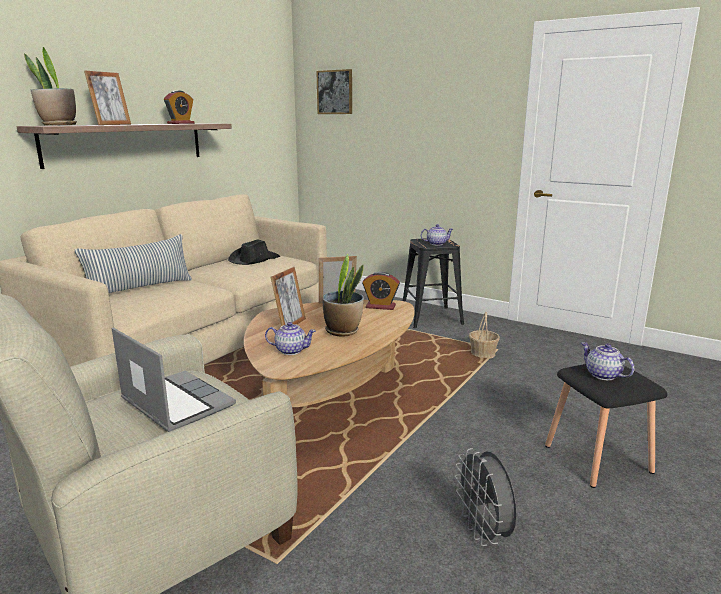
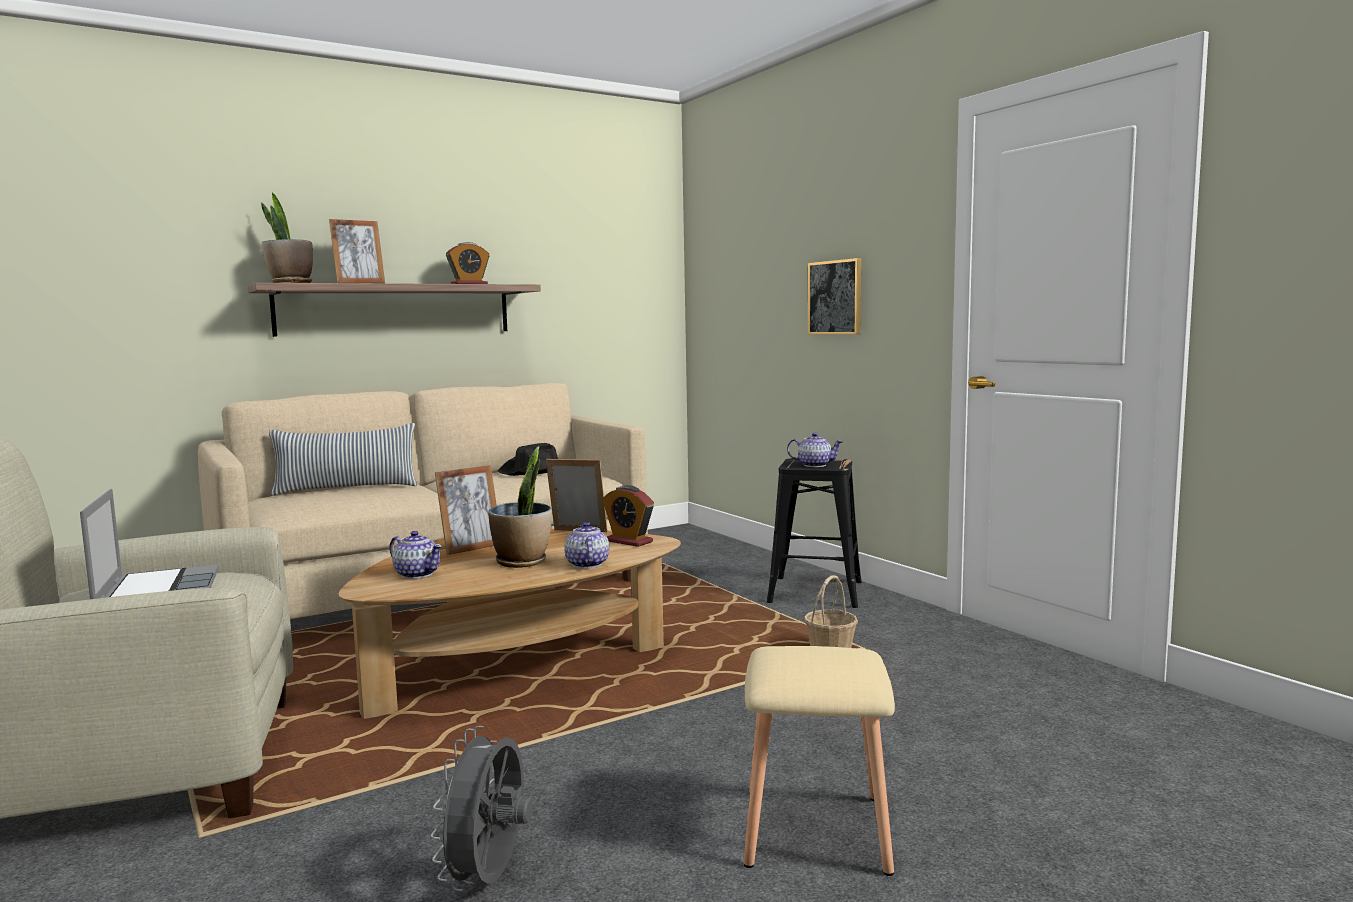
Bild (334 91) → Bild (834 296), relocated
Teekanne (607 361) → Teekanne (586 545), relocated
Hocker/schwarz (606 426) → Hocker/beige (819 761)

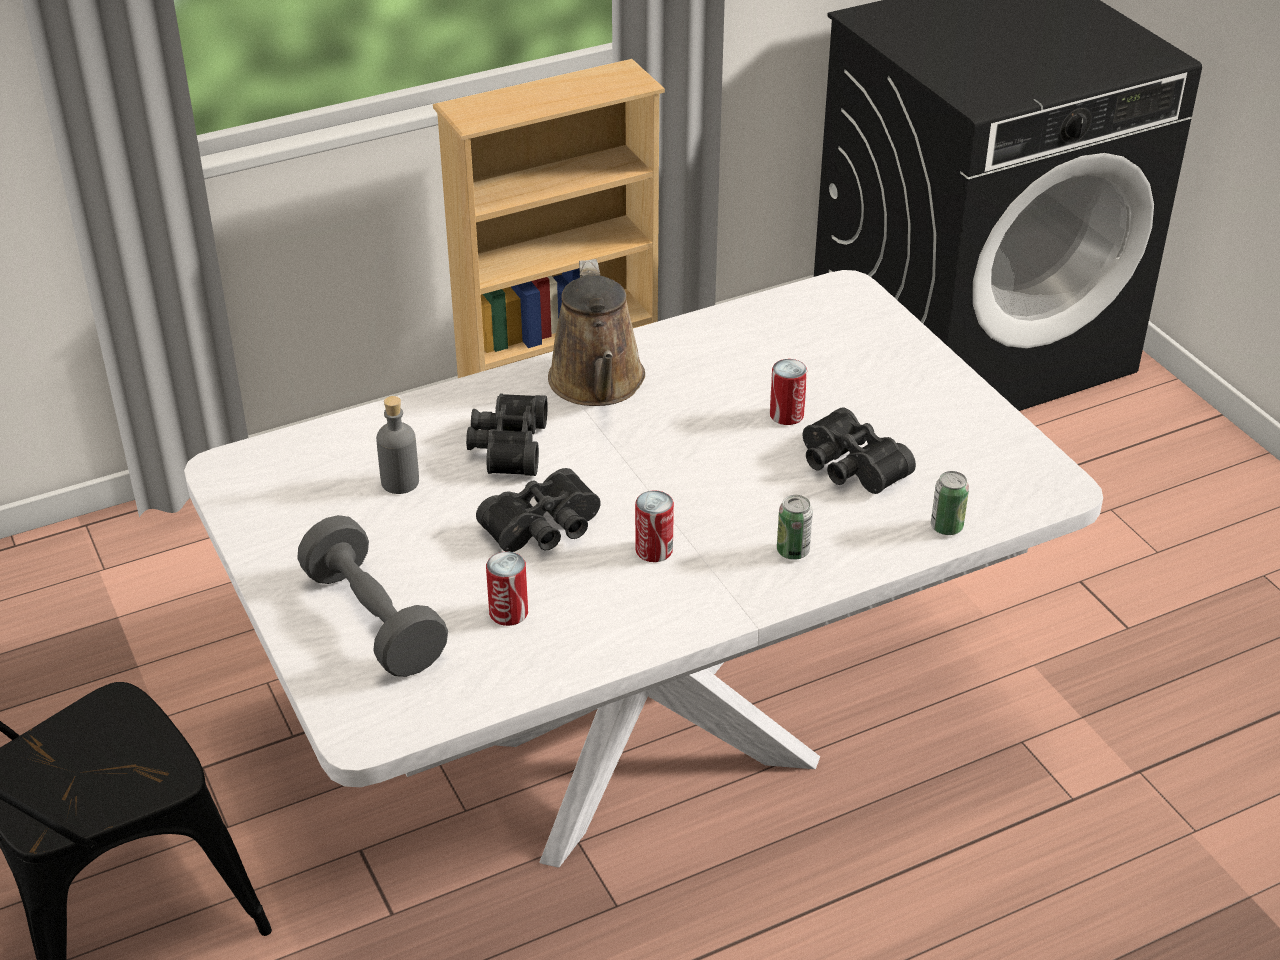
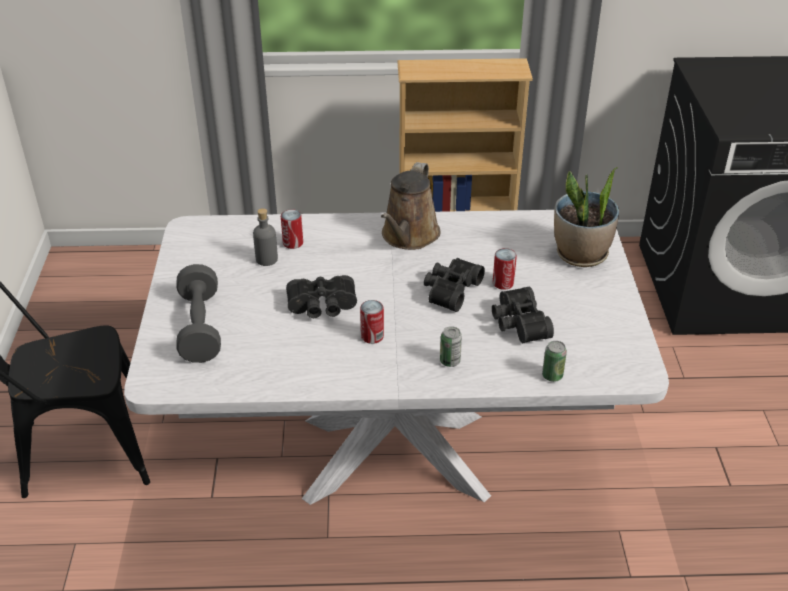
- → Topfpflanze (586 217)
Fernglas/schwarz (507 435) → Fernglas/schwarz (454 285), relocated
Dose (507 588) → Dose (292 229), relocated

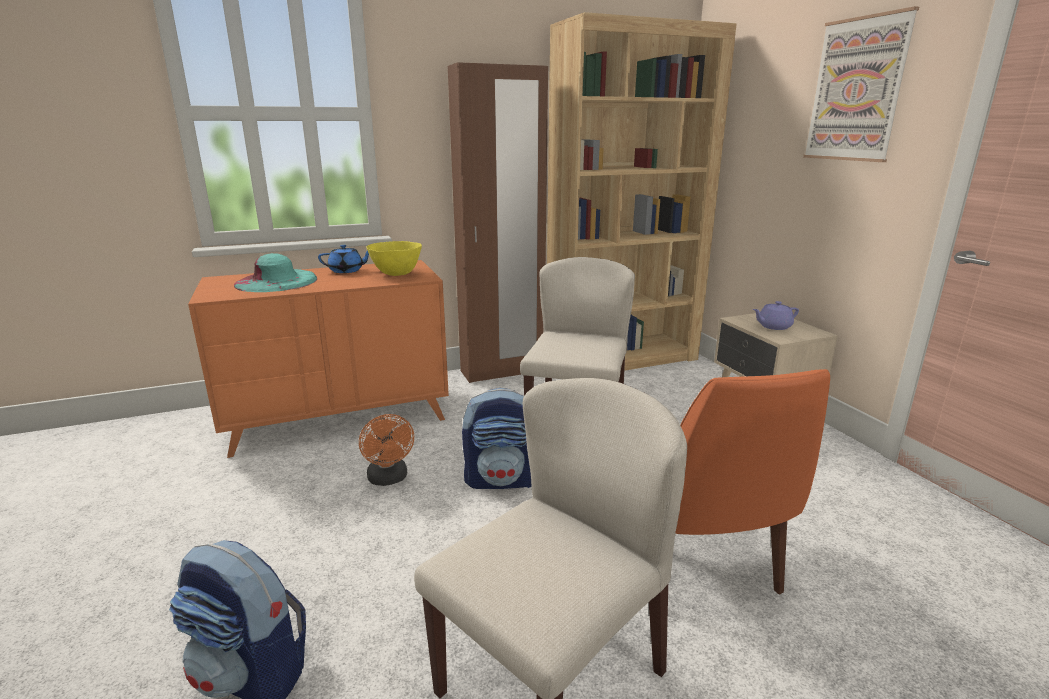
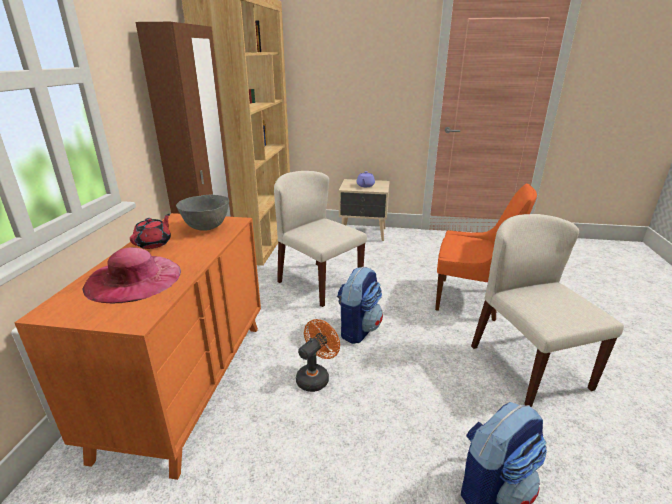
Bild (861 84) → -
Hut/türkis (275 272) → Hut/rosa (131 275)
Teekanne/blau (343 259) → Teekanne/rot (150 231)
Schüssel/gelb (394 258) → Schüssel/grau (202 213)
Ventilator/orange (386 450) → Ventilator/orange (318 355), 60 degrees counterclockwise

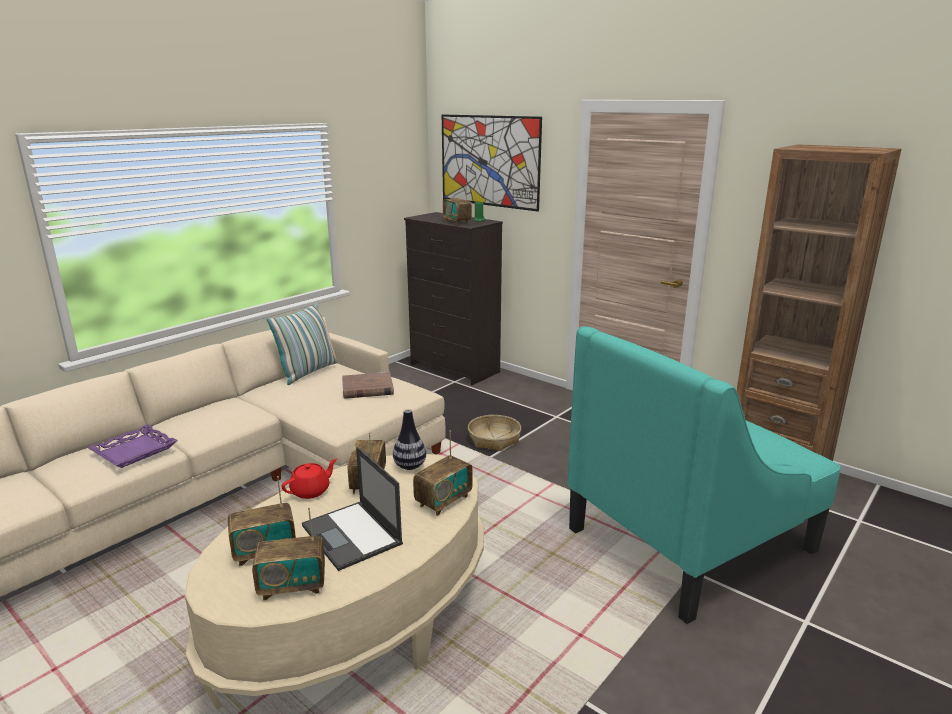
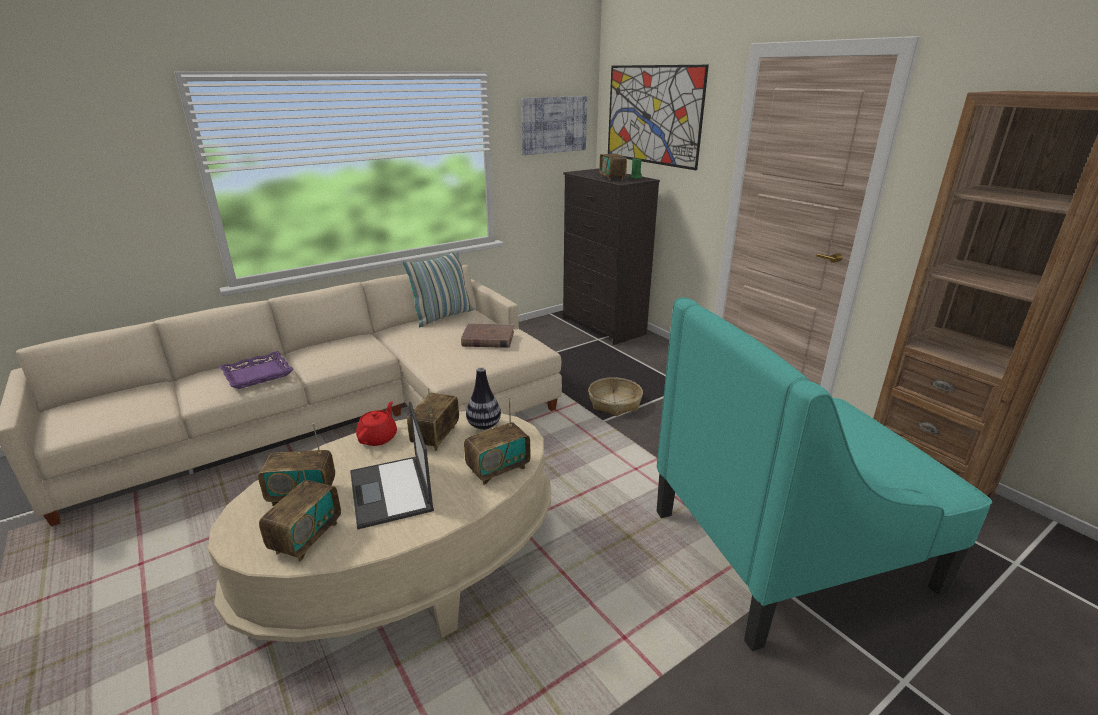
- → Bild (554 125)
Radio (288 553) → Radio (300 507), 75 degrees counterclockwise
Teekanne/rot (309 479) → Teekanne/rot (376 423), 45 degrees counterclockwise

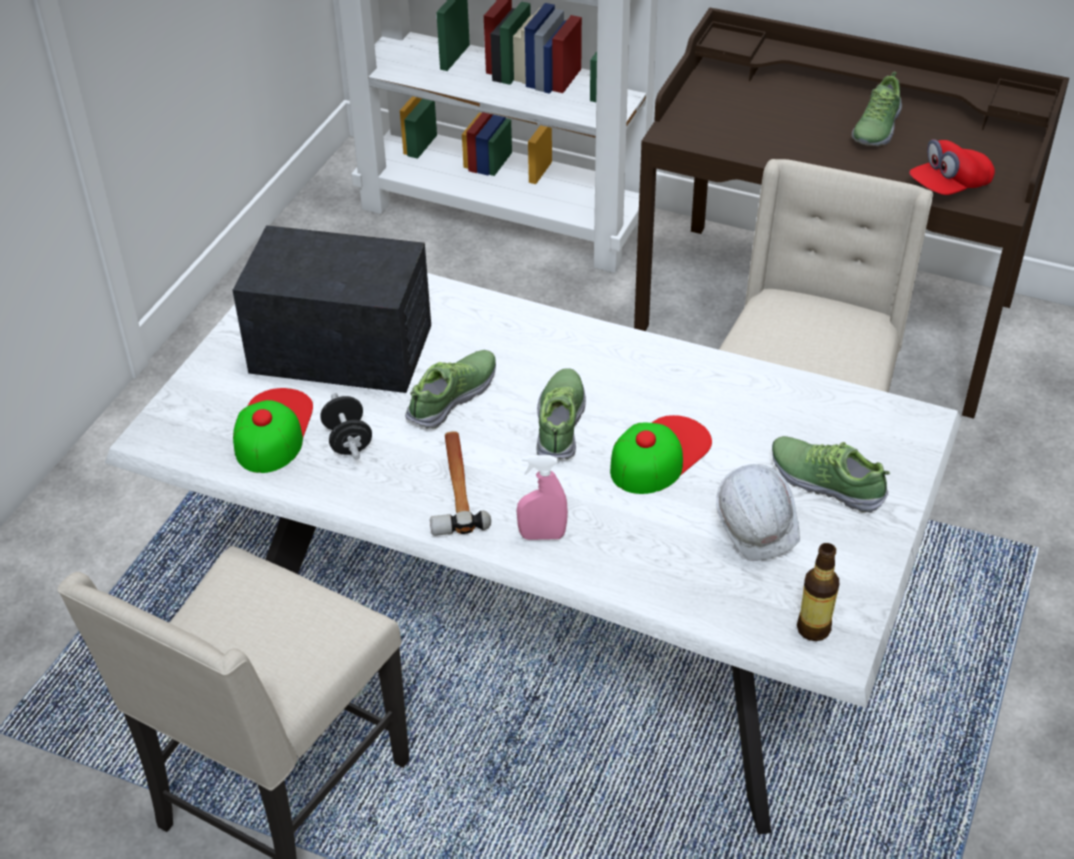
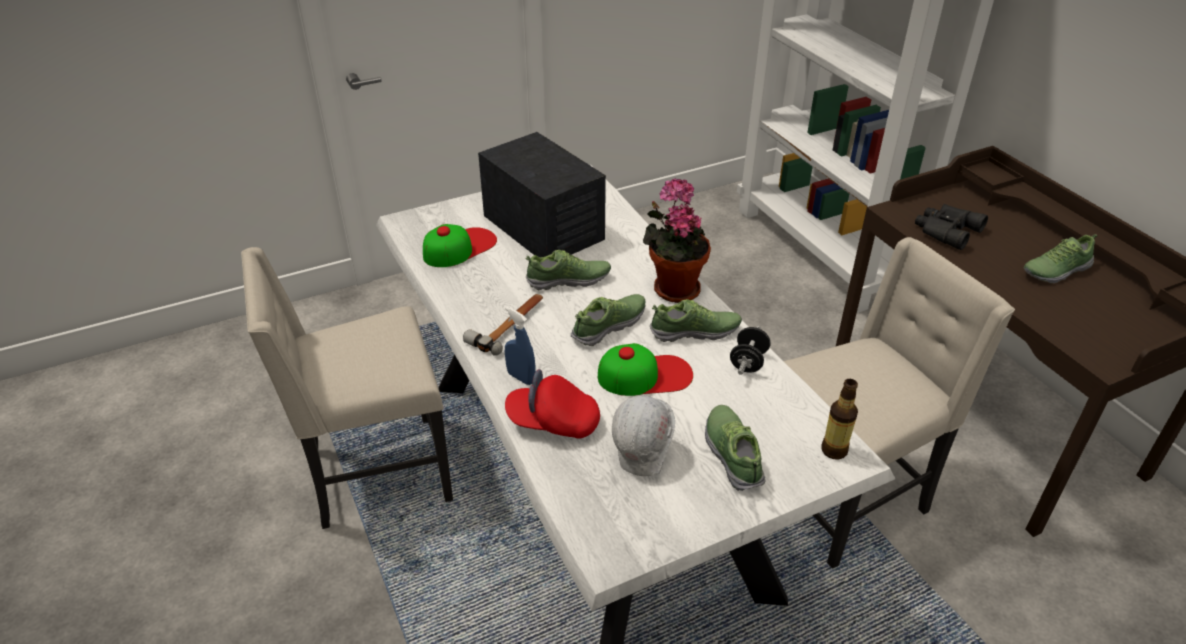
- → Topfpflanze (677 240)
- → Schuh (696 320)
- → Fernglas/schwarz (951 227)
Hantel/schwarz (346 426) → Hantel/schwarz (750 350), relocated
Flasche (818 592) → Flasche (840 419), relocated
Kappe/rot (952 167) → Kappe/rot (552 404), relocated
Sprühflasche/rosa (542 497) → Sprühflasche/blau (520 345)

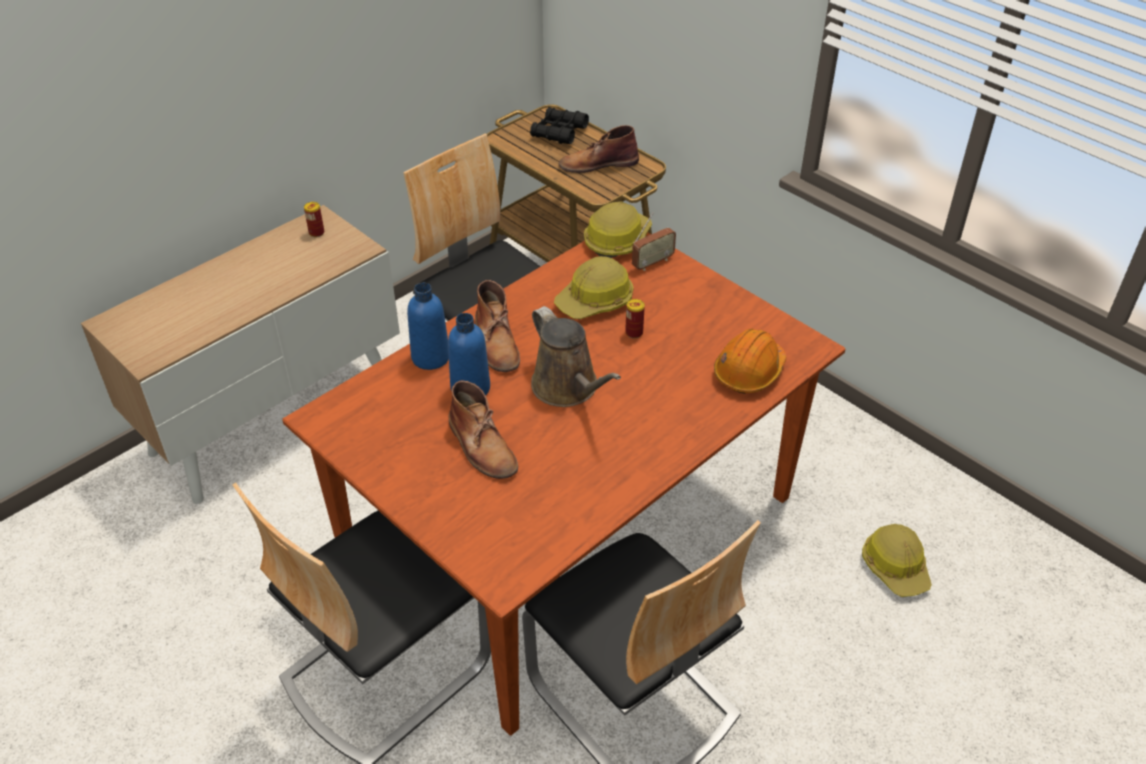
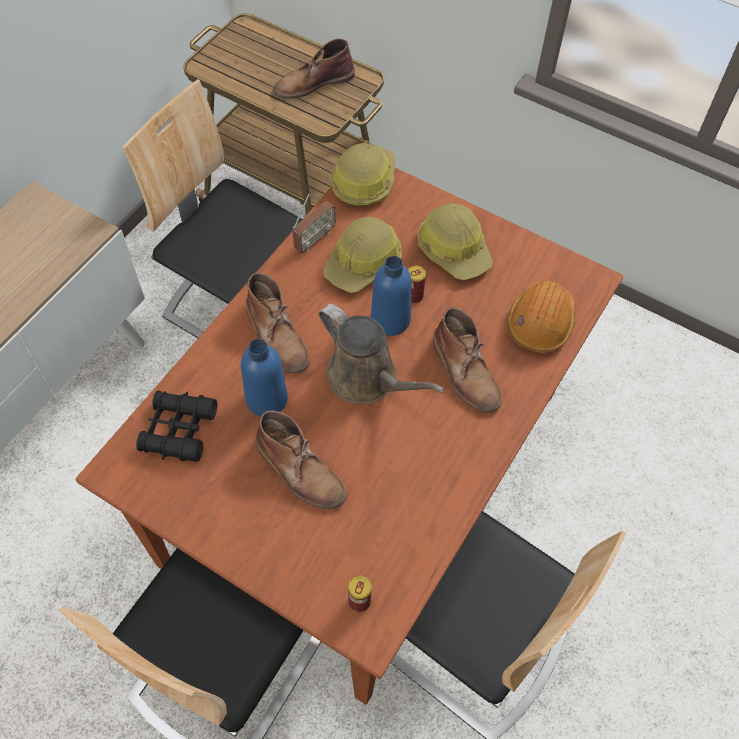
- → Stiefel/braun (467 359)
Dose (314 219) → Dose (360 594), relocated
Flasche/blau (428 326) → Flasche/blau (391 296), relocated
Fernglas/schwarz (559 125) → Fernglas/schwarz (176 426), relocated
Radio (654 241) → Radio (314 223), relocated
Schutzhelm (897 560) → Schutzhelm (455 241), relocated

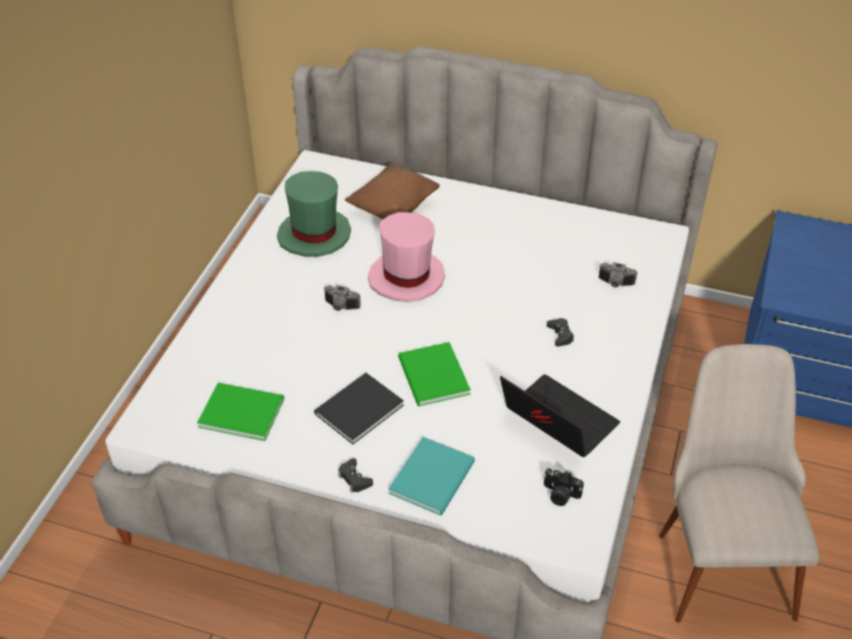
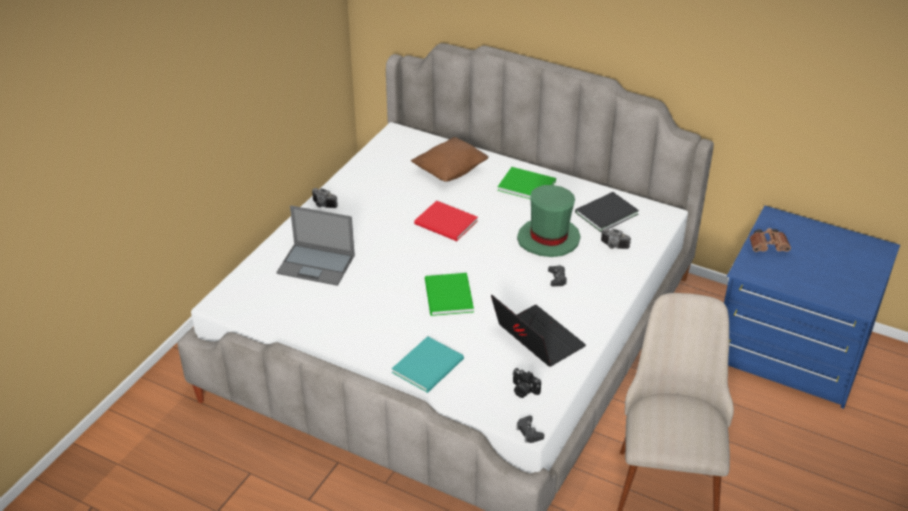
- → Laptop (315 245)
- → Fernglas/braun (770 240)
Buch/grün (240 412) → Buch/grün (526 183), relocated
Hut/grün (314 214) → Hut/grün (548 221), relocated
Buch/schwarz (359 408) → Buch/schwarz (607 212), relocated
Kamera (342 298) → Kamera (325 198), relocated
Gamepad/schwarz (355 475) → Gamepad/schwarz (530 429), relocated
Hut/rosa (406 257) → Buch/rot (446 221)

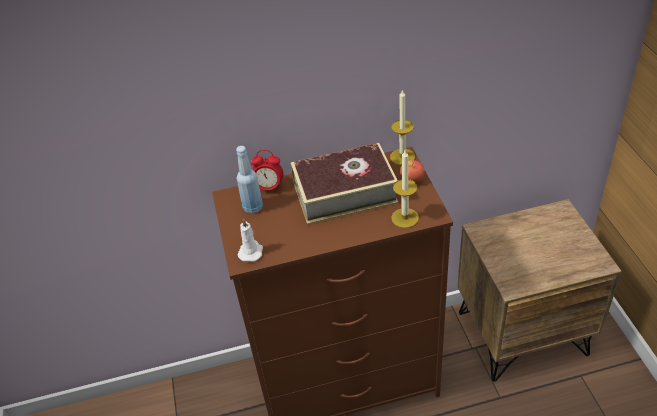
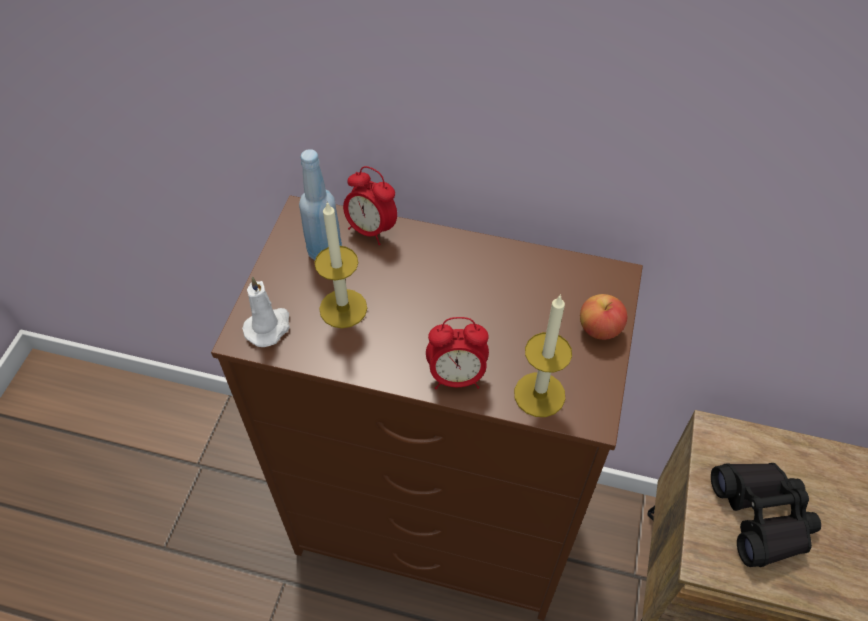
Buch (345 184) → -
- → Wecker (457 353)
- → Fernglas/schwarz (766 515)
Kerze (402 127) → Kerze (340 265), relocated

